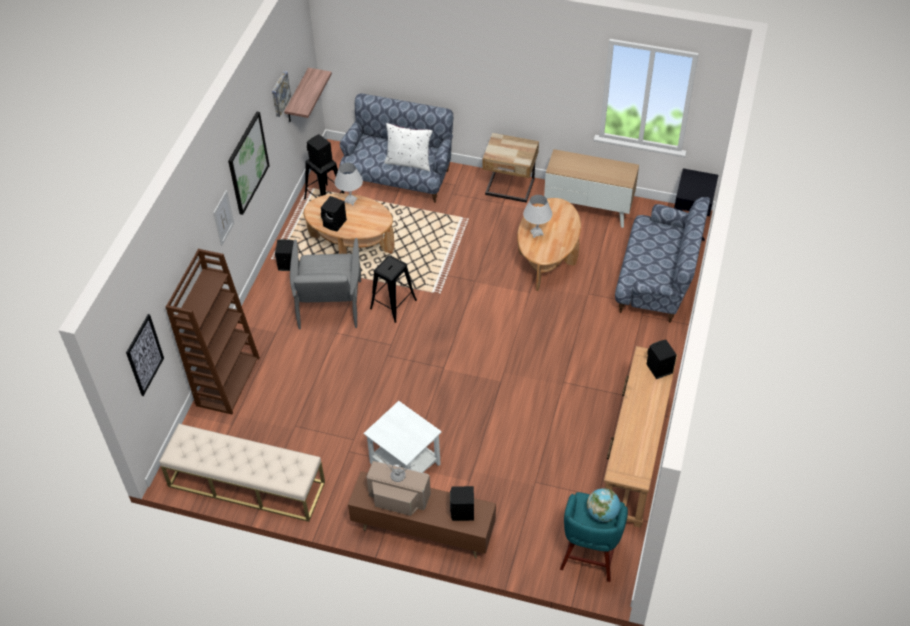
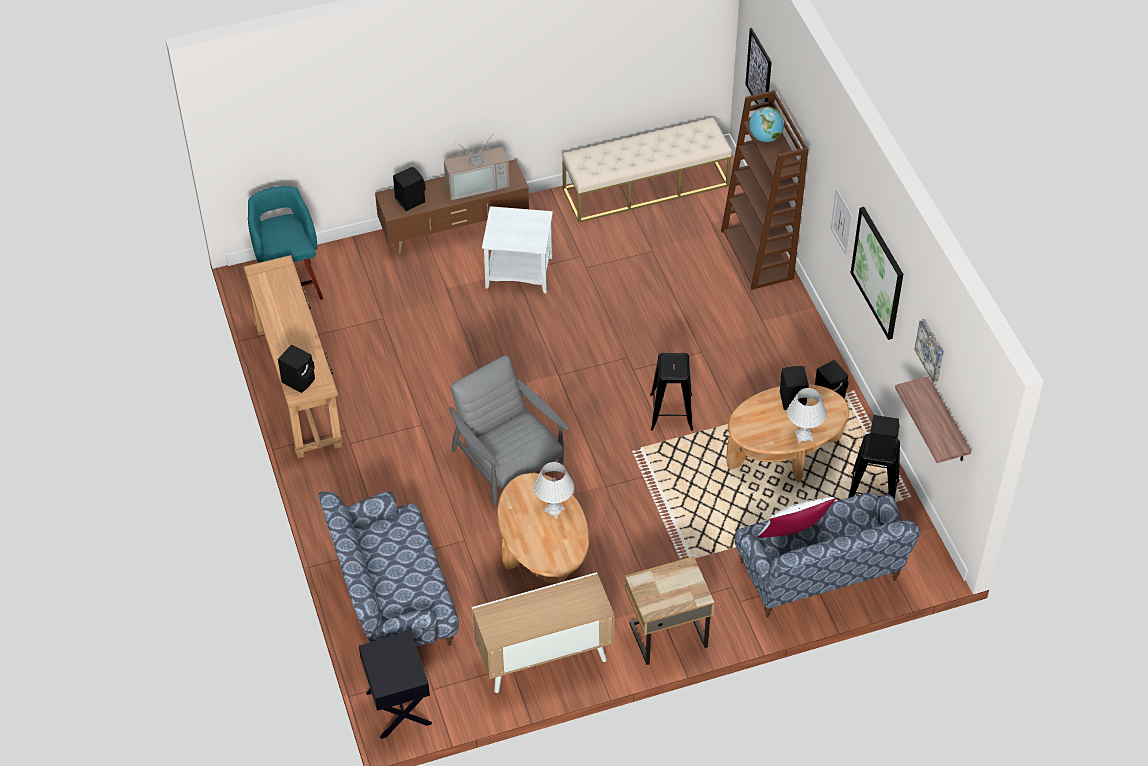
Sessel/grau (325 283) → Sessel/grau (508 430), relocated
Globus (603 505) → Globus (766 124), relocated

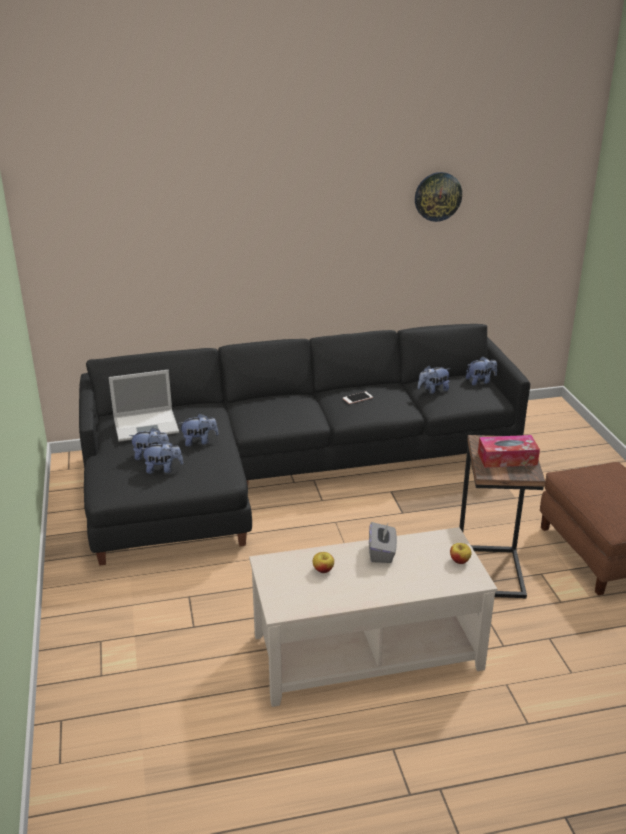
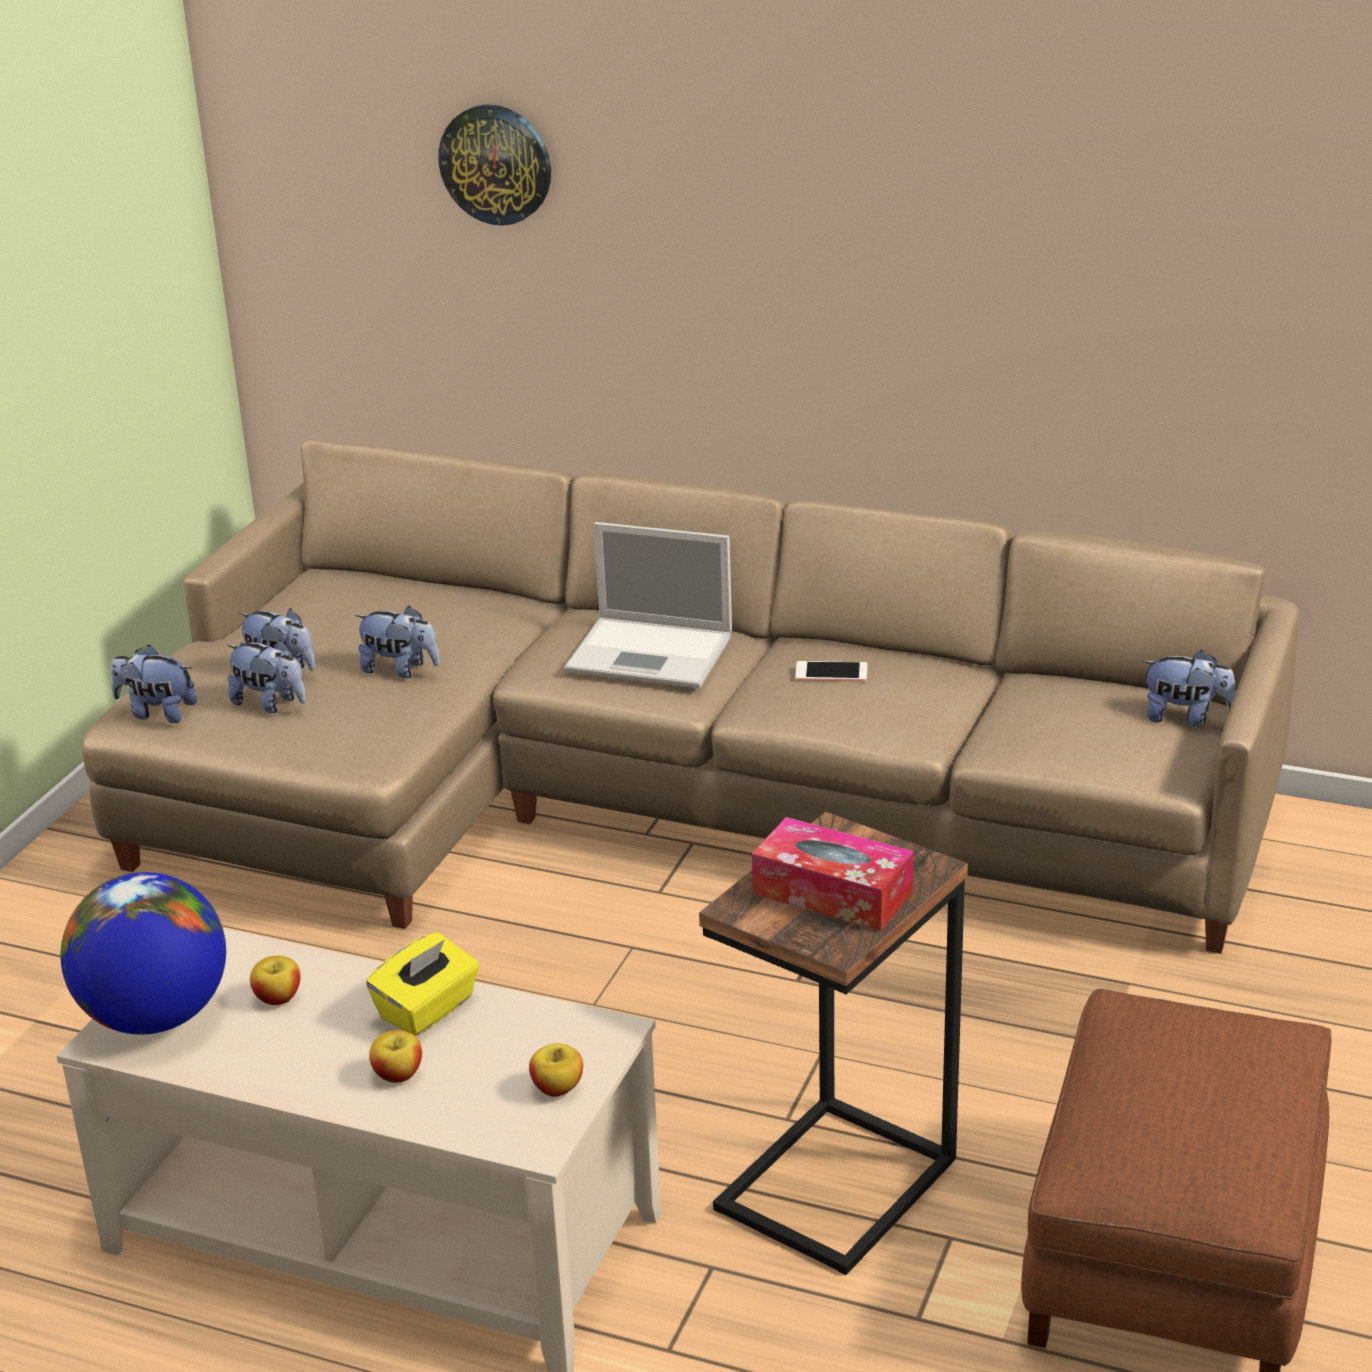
- → Globus (143 953)
- → Apfel (395 1056)
Laptop (144 406) → Laptop (648 605), relocated
Wanduhr (438 197) → Wanduhr (495 165), relocated
Plüschtier (434 379) → Plüschtier (154 684), relocated
Sofa/schwarz (304 445) → Sofa/beige (691 696)
Taschentuchbox/grau (383 542) → Taschentuchbox/gelb (423 984)

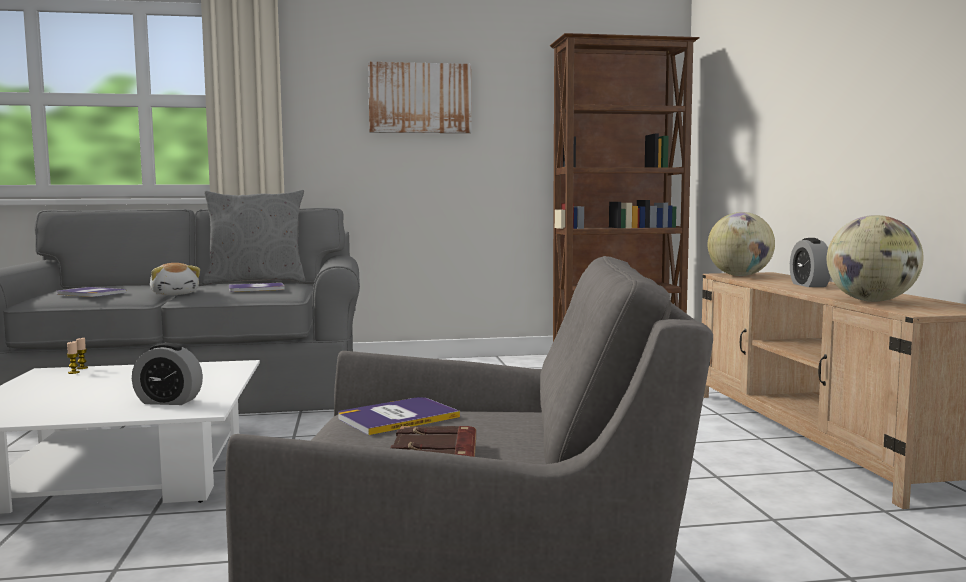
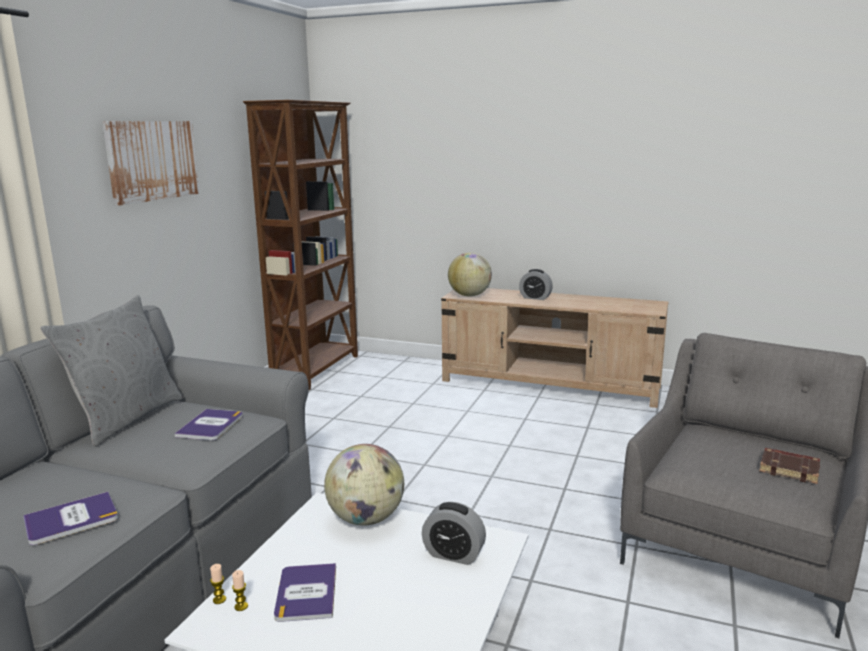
Plüschtier (175 279) → -
Buch (399 416) → Buch (305 592), relocated
Globus (875 258) → Globus (364 485), relocated
Wecker (167 374) → Wecker (454 533), 75 degrees clockwise

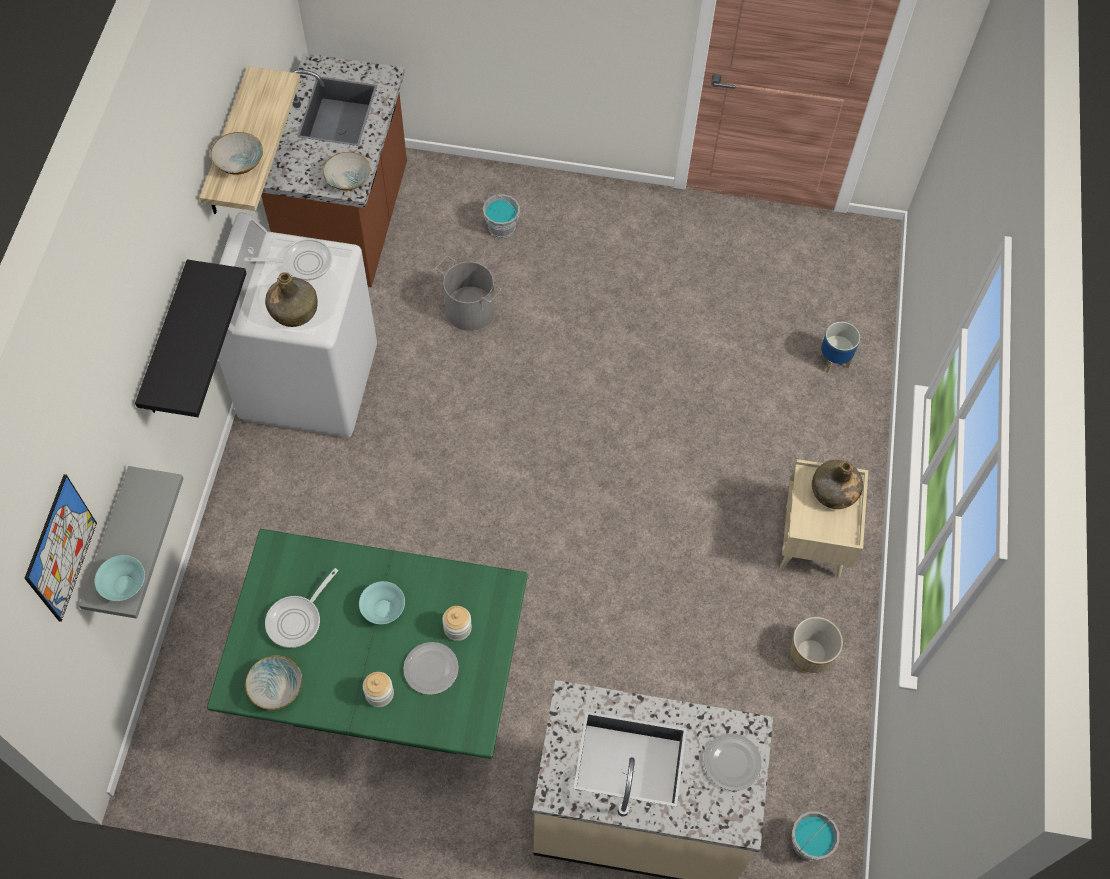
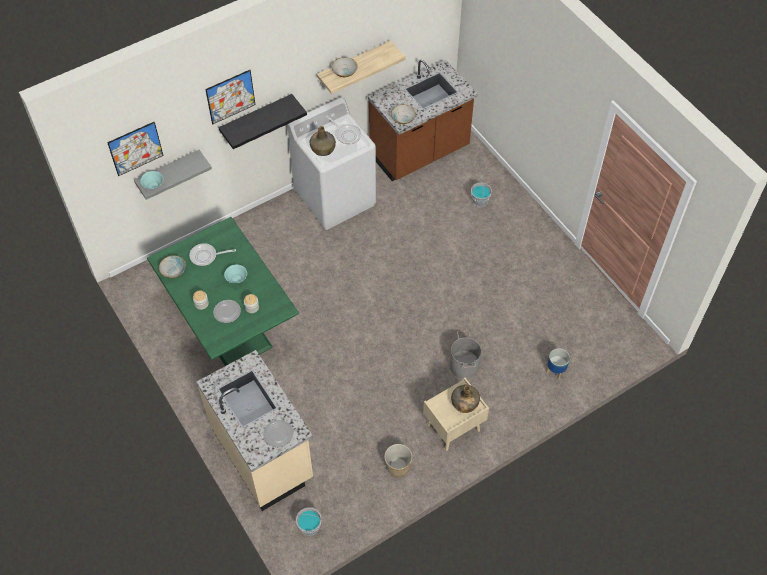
- → Bild (230 97)
Eimer/grau (468 293) → Eimer/grau (465 354), relocated

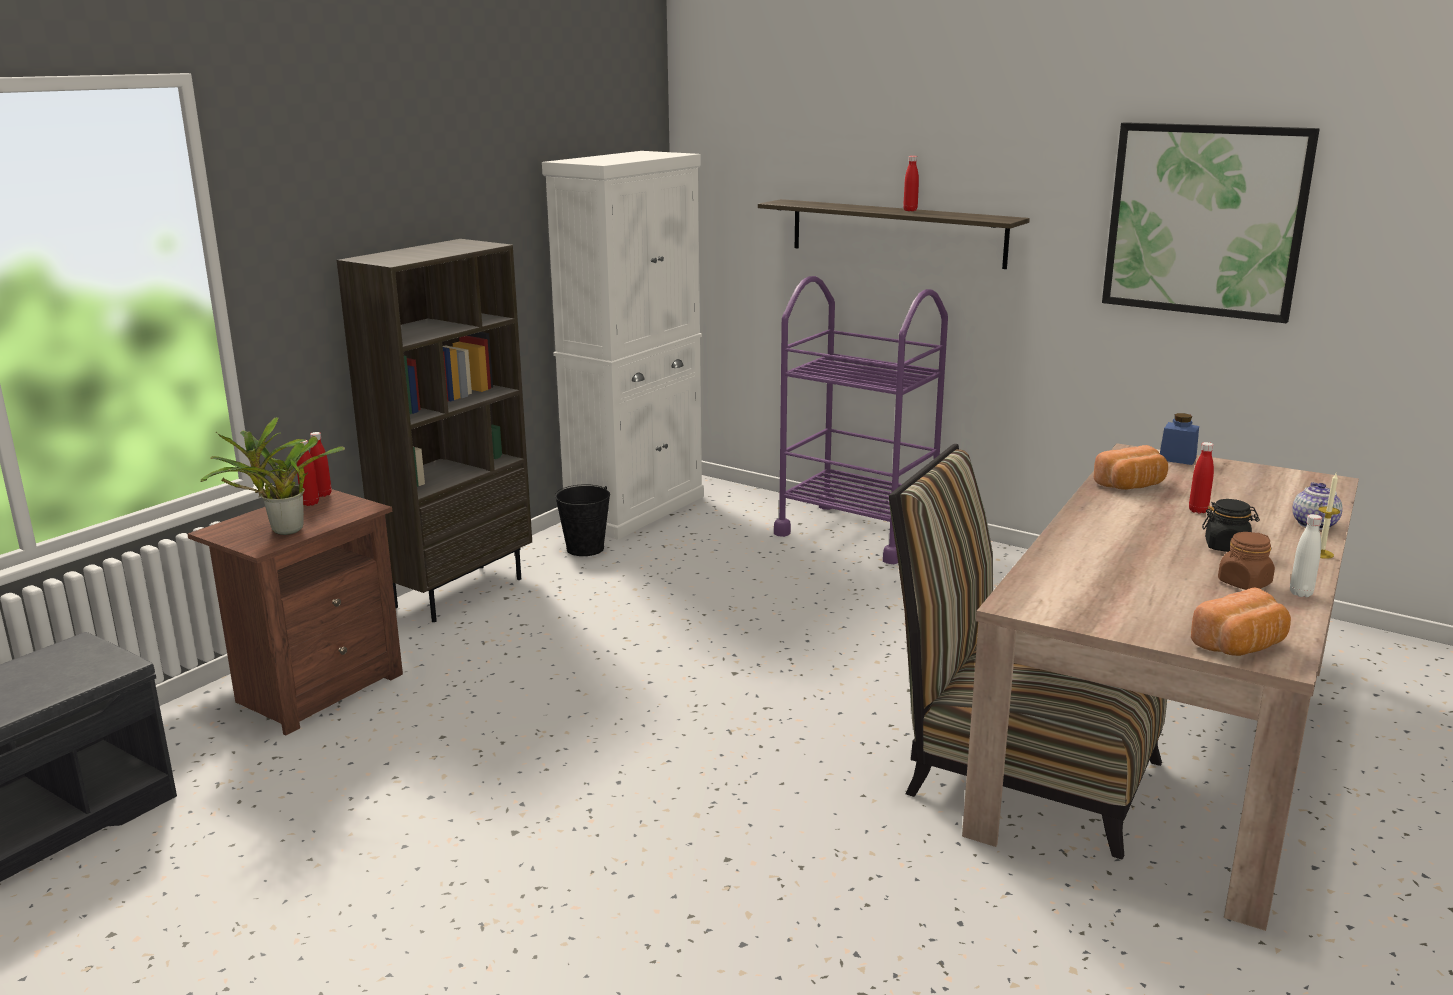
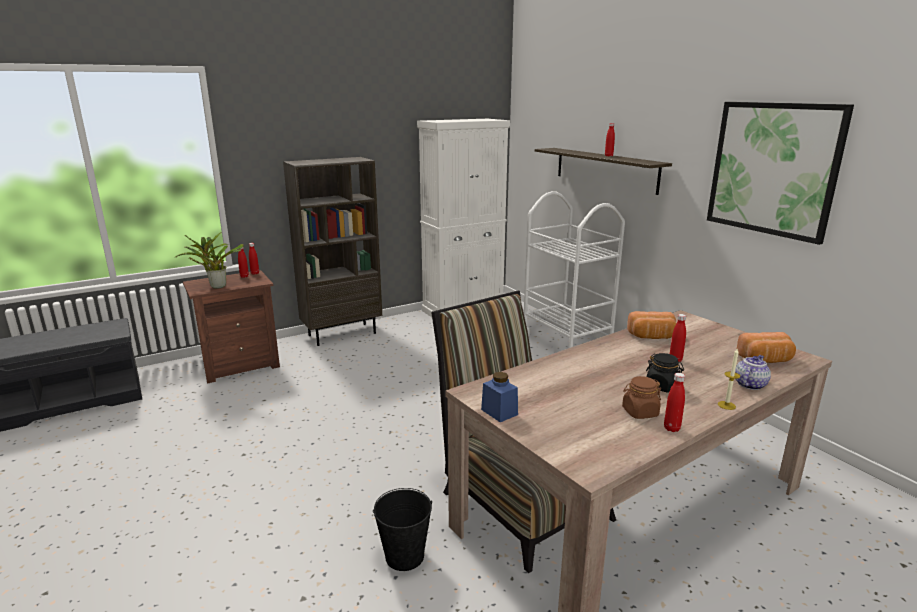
Eimer/schwarz (582 520) → Eimer/schwarz (402 529), relocated
Vorratsglas/blau (1179 439) → Vorratsglas/blau (499 397), relocated
Brot (1241 622) → Brot (766 347), relocated
Rollwagen/lila (861 420) → Rollwagen/weiß (574 269)
Flasche/weiß (1306 555) → Flasche/rot (674 402)

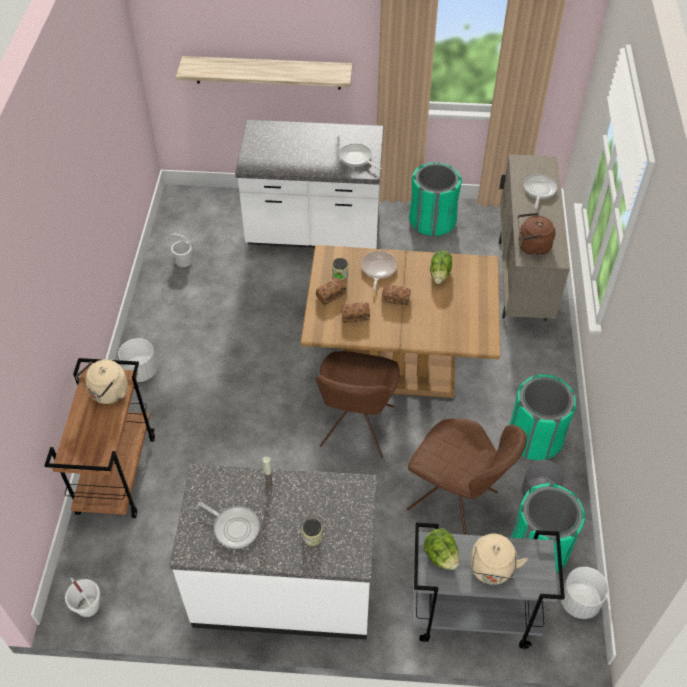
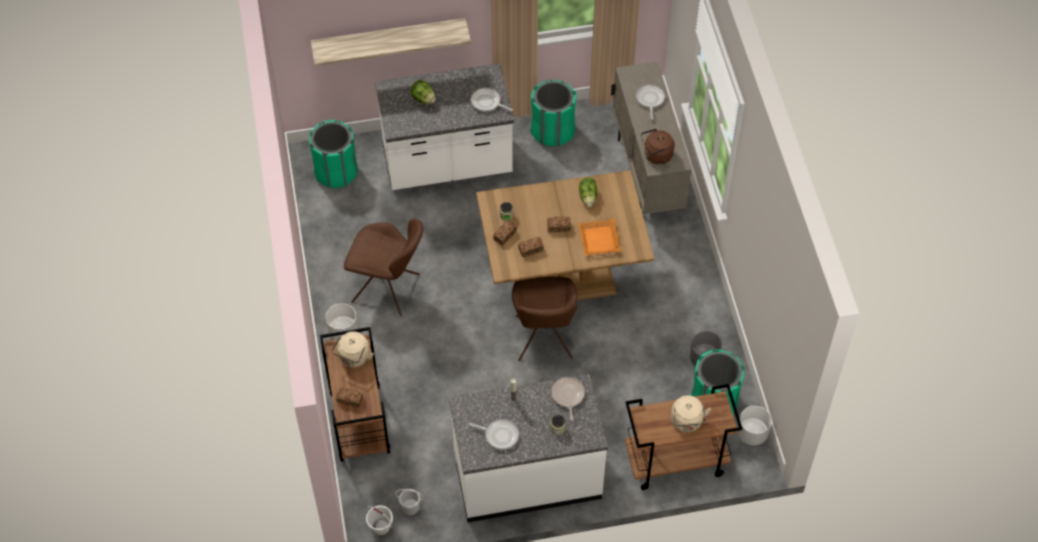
- → Brot (349 398)
- → Tablett/orange (600 237)
Eimer/weiß (181 250) → Eimer/weiß (409 502), relocated
Pfanne (379 270) → Pfanne (568 399), relocated
Stuhl/braun (467 477) → Stuhl/braun (383 267), relocated
Salatkopf (441 549) → Salatkopf (423 92), relocated
Mülleimer/grün (542 417) → Mülleimer/grün (333 154), relocated
Rollwagen/grau (488 586) → Rollwagen/braun (683 437)

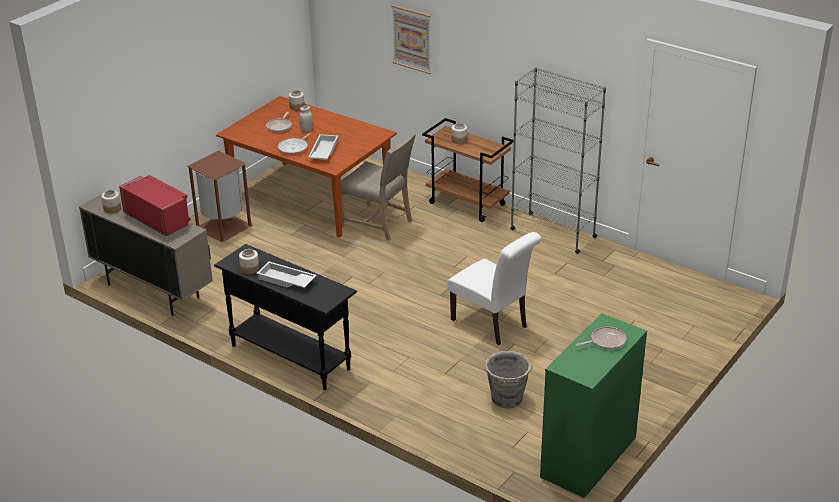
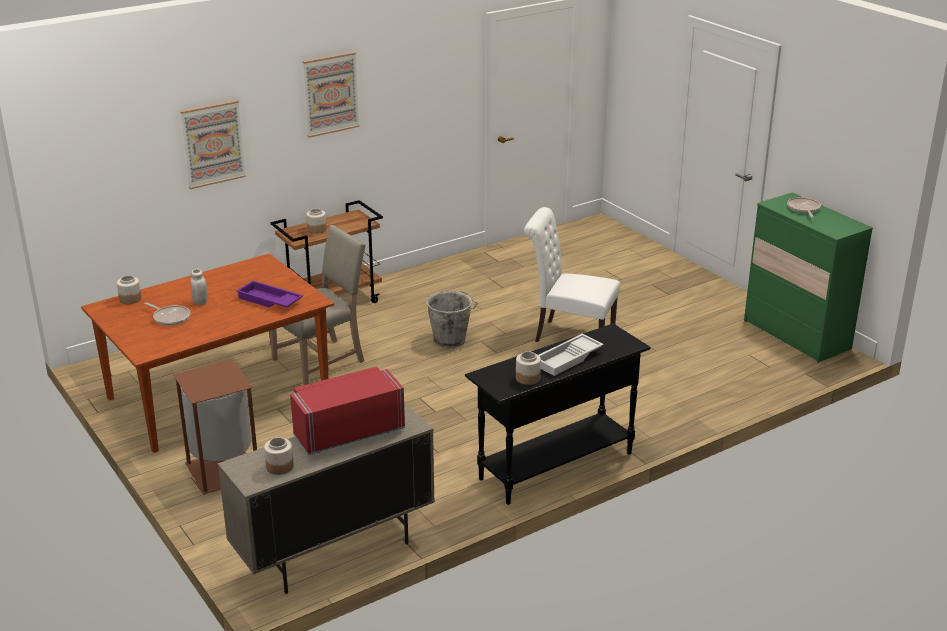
Pfanne (294 143) → -
Bücherregal/grau (558 160) → -
- → Bild (331 95)
Eimer/grau (508 380) → Eimer/grau (452 319), relocated
Tablett/weiß (323 147) → Tablett/lila (269 294)
Stuhl/weiß (494 288) → Stuhl/weiß (572 274), 135 degrees counterclockwise

